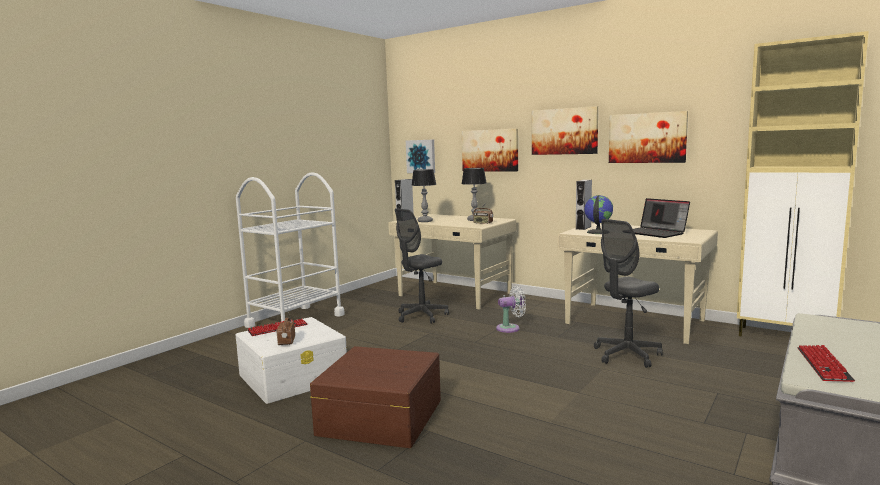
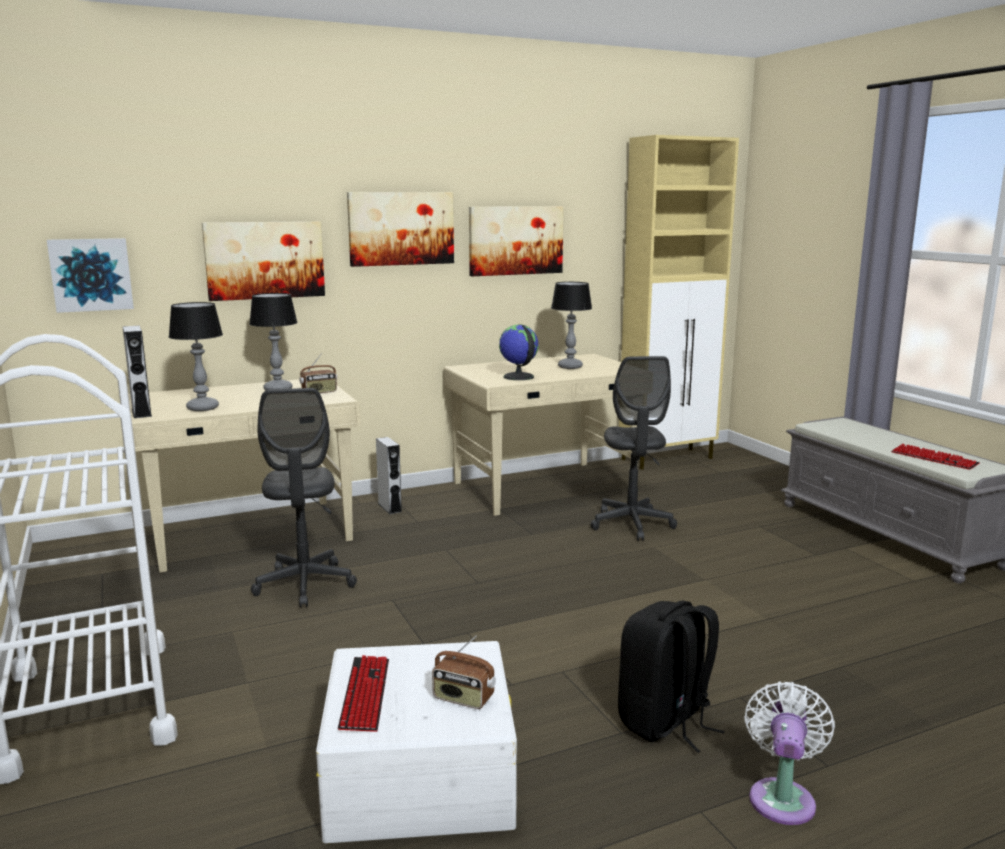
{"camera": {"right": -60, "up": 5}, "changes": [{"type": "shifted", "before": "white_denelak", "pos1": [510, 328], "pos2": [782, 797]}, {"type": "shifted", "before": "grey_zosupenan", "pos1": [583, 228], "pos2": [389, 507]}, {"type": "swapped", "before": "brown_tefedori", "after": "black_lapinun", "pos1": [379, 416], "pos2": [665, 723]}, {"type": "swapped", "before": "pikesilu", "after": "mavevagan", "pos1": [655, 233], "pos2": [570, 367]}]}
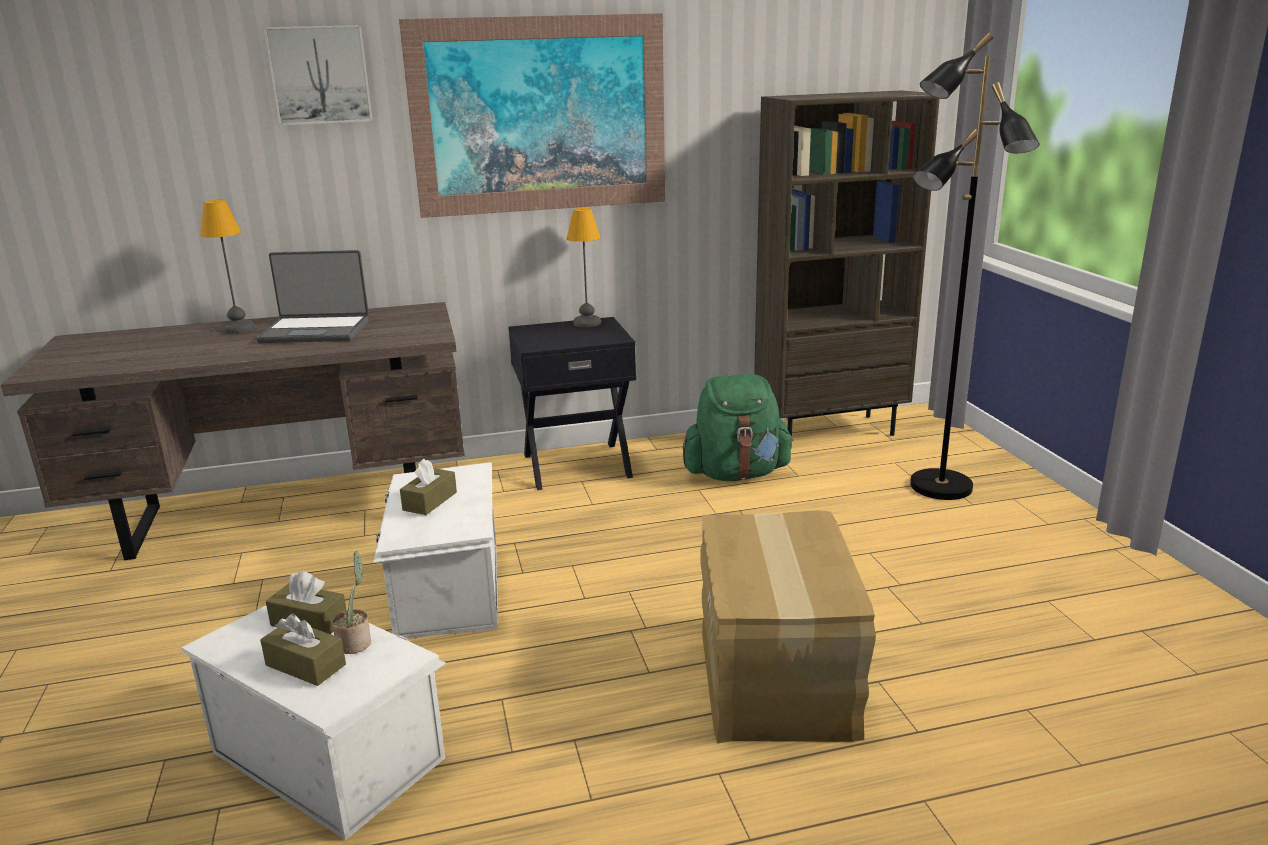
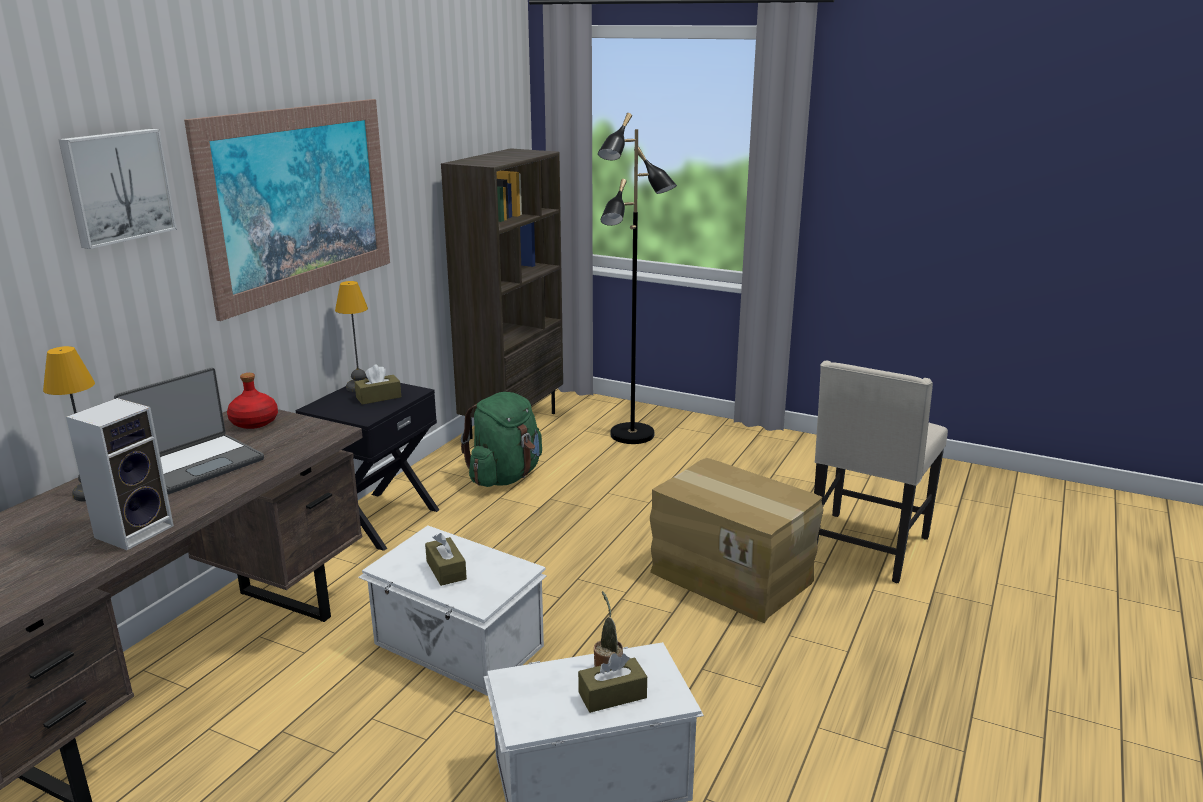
{"camera": {"right": -50, "up": 0}, "changes": [{"type": "new", "after": "zosupenan", "pos2": [135, 530]}, {"type": "new", "after": "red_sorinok", "pos2": [255, 422]}, {"type": "new", "after": "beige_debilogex", "pos2": [866, 549]}, {"type": "shifted", "before": "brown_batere", "pos1": [309, 622], "pos2": [378, 397]}]}
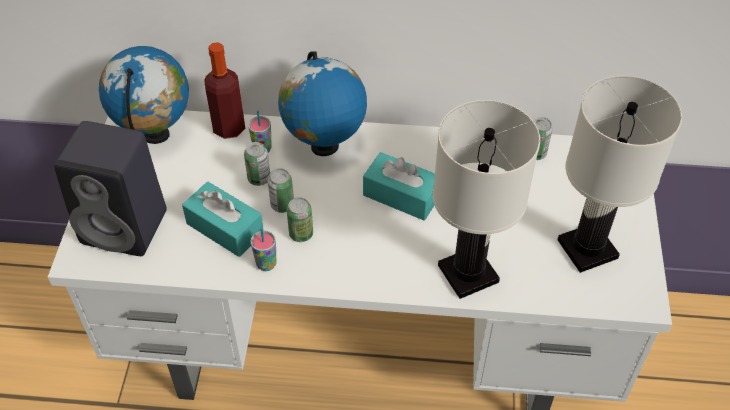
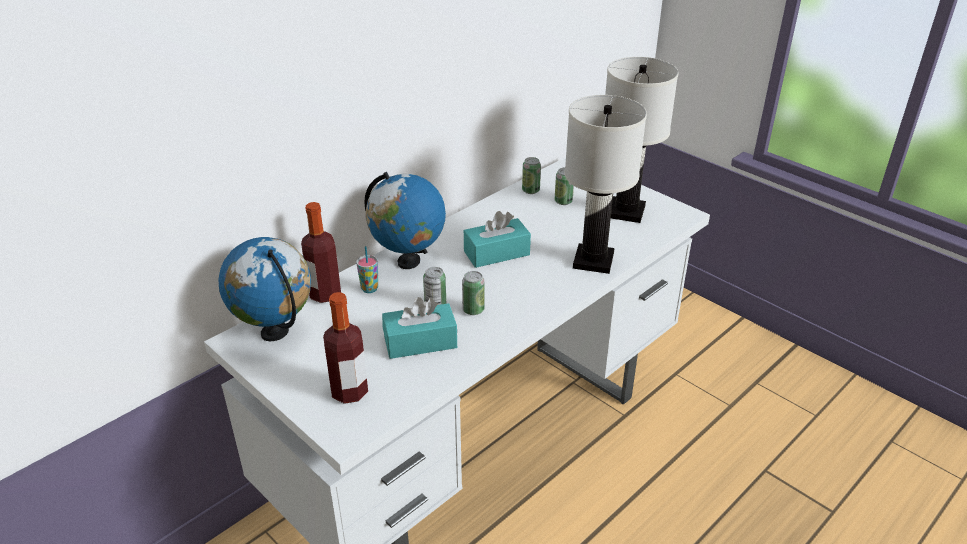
{"camera": {"right": -50, "up": -15}, "changes": [{"type": "gone", "before": "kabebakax", "pos1": [266, 264]}, {"type": "shifted", "before": "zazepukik", "pos1": [259, 178], "pos2": [563, 201]}, {"type": "swapped", "before": "black_zosupenan", "after": "sorinok", "pos1": [127, 227], "pos2": [349, 392]}]}
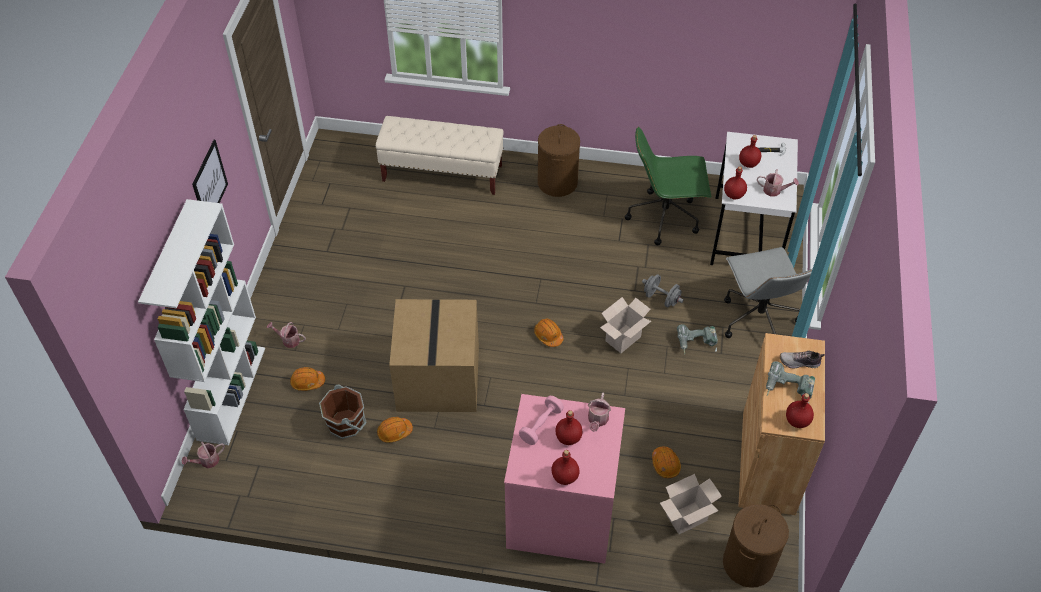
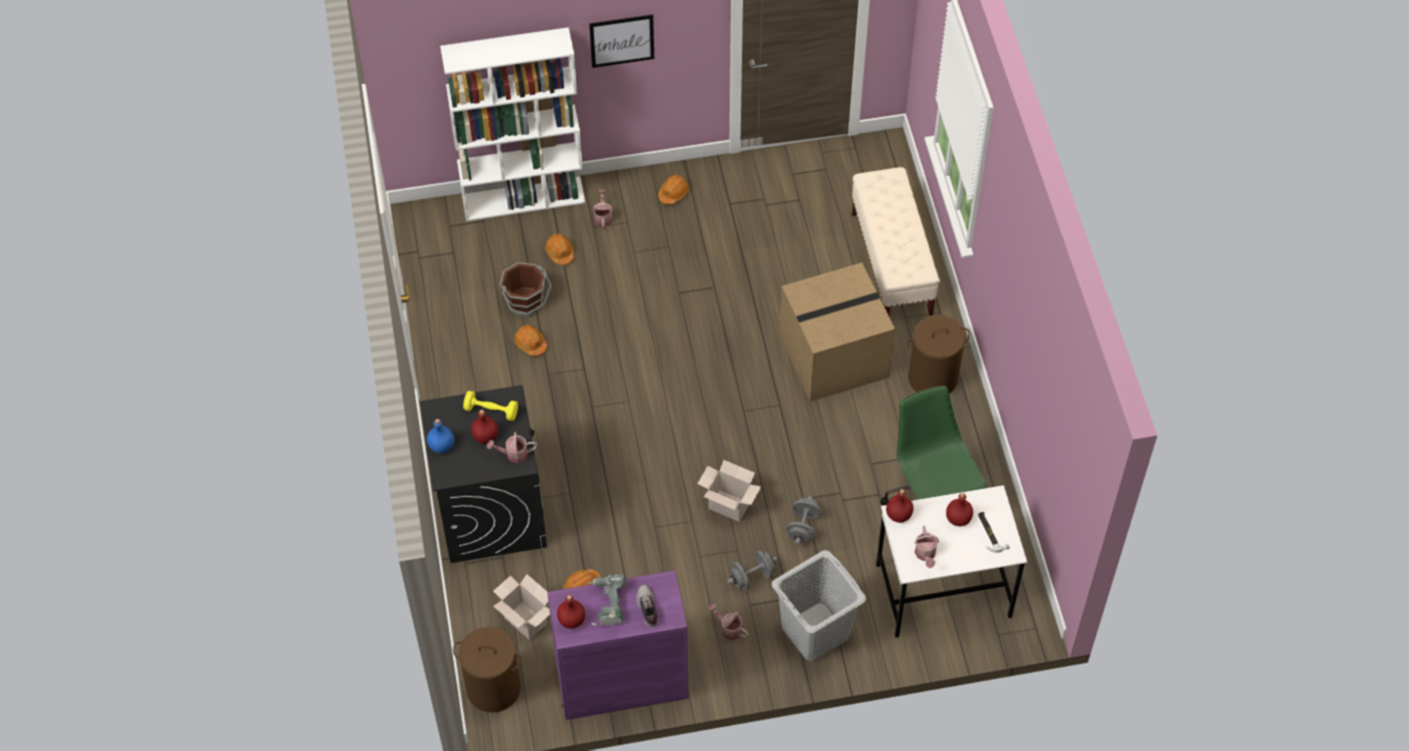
{"camera": {"right": 70, "up": 5}, "changes": [{"type": "shifted", "before": "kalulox", "pos1": [206, 461], "pos2": [728, 628]}, {"type": "shifted", "before": "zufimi", "pos1": [437, 377], "pos2": [835, 354]}, {"type": "shifted", "before": "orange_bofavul", "pos1": [548, 335], "pos2": [673, 193]}, {"type": "swapped", "before": "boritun", "after": "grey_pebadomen", "pos1": [696, 344], "pos2": [752, 577]}, {"type": "swapped", "before": "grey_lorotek", "after": "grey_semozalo", "pos1": [758, 319], "pos2": [814, 631]}, {"type": "repainted", "before": "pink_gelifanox", "after": "black_gelifanox", "pos1": [561, 514], "pos2": [491, 510]}, {"type": "repainted", "before": "pink_pebadomen", "after": "yellow_pebadomen", "pos1": [541, 425], "pos2": [491, 411]}, {"type": "repainted", "before": "red_sorinok", "after": "blue_sorinok", "pos1": [565, 476], "pos2": [442, 445]}, {"type": "repainted", "before": "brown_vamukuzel", "after": "purple_vamukuzel", "pos1": [768, 462], "pos2": [622, 681]}]}
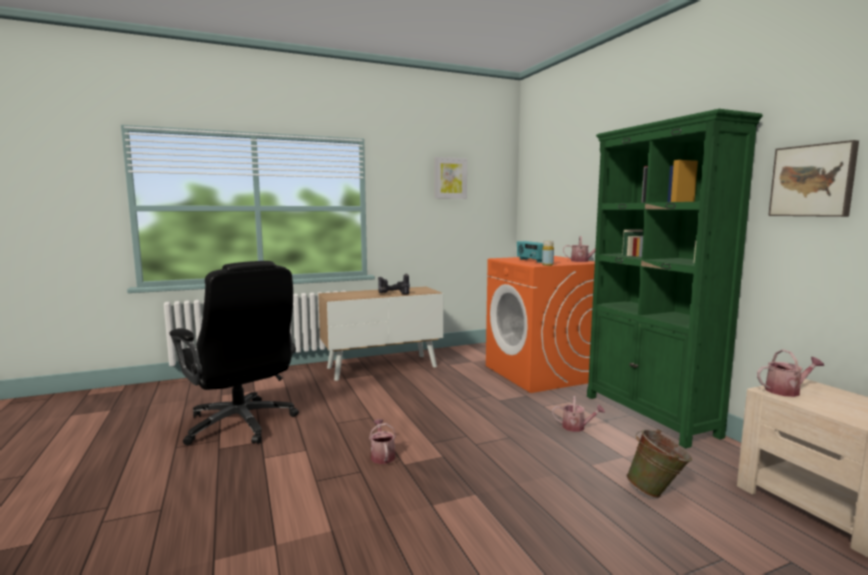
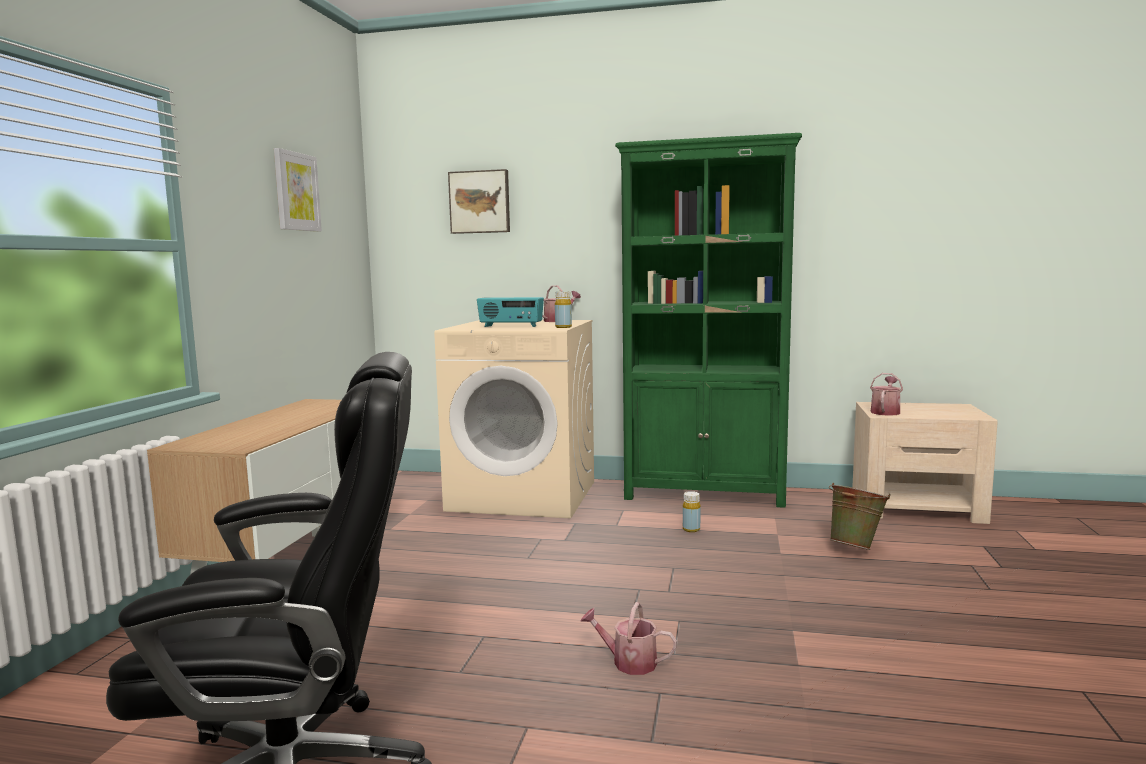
{"camera": {"right": -55, "up": 0}, "changes": [{"type": "gone", "before": "boritun", "pos1": [392, 294]}, {"type": "shifted", "before": "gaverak", "pos1": [813, 181], "pos2": [480, 202]}, {"type": "swapped", "before": "kalulox", "after": "yellow_sorinok", "pos1": [576, 427], "pos2": [691, 529]}, {"type": "repainted", "before": "orange_gelifanox", "after": "beige_gelifanox", "pos1": [540, 373], "pos2": [524, 495]}]}
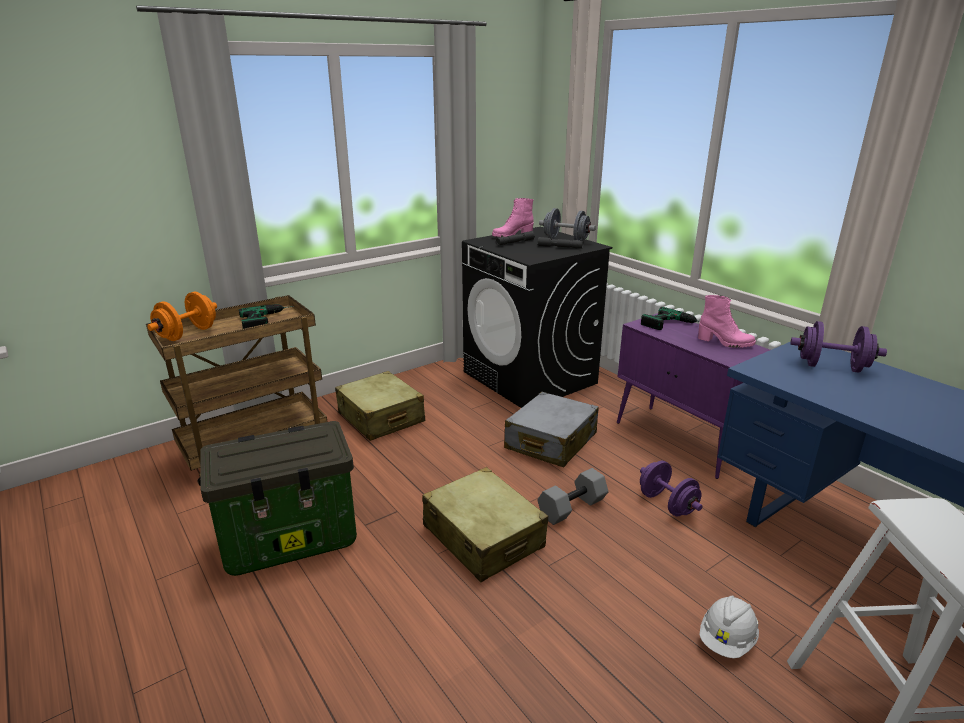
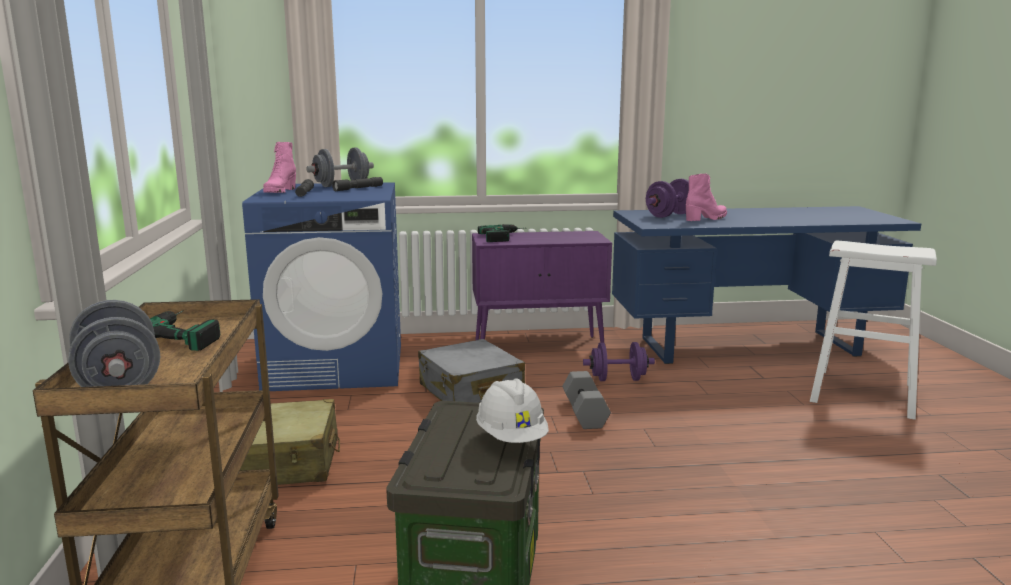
{"camera": {"right": -60, "up": -10}, "changes": [{"type": "gone", "before": "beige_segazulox", "pos1": [483, 537]}, {"type": "shifted", "before": "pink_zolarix", "pos1": [725, 343], "pos2": [706, 219]}, {"type": "shifted", "before": "white_bofavul", "pos1": [727, 640], "pos2": [512, 438]}, {"type": "repainted", "before": "orange_pebadomen", "after": "grey_pebadomen", "pos1": [187, 334], "pos2": [119, 383]}, {"type": "repainted", "before": "black_gelifanox", "after": "blue_gelifanox", "pos1": [530, 378], "pos2": [337, 366]}]}
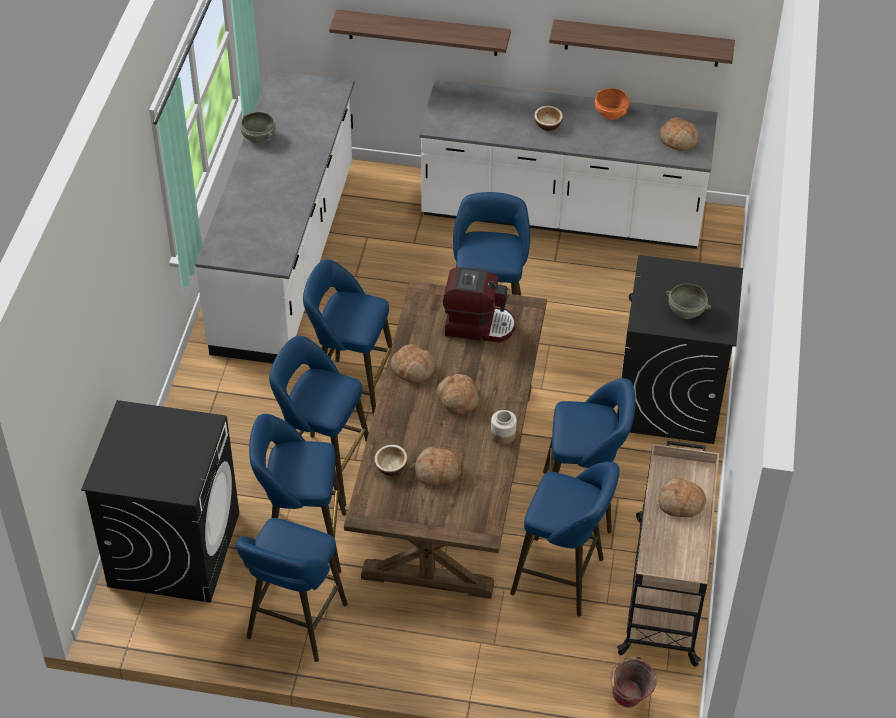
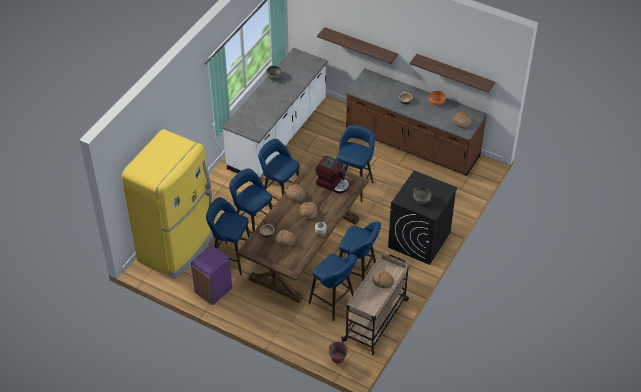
{"camera": {"right": 20, "up": 0}, "changes": [{"type": "swapped", "before": "black_gelifanox", "after": "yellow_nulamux", "pos1": [174, 548], "pos2": [177, 246]}, {"type": "swapped", "before": "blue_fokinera", "after": "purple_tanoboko", "pos1": [294, 625], "pos2": [213, 291]}, {"type": "repainted", "before": "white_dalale", "after": "brown_dalale", "pos1": [562, 214], "pos2": [412, 144]}]}
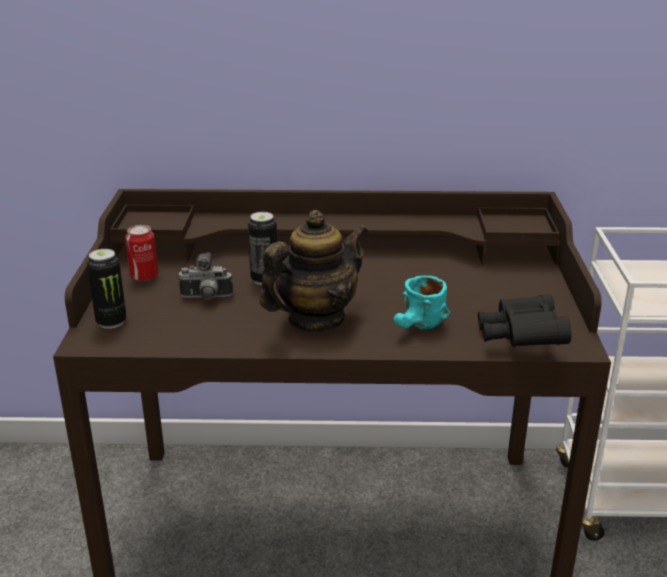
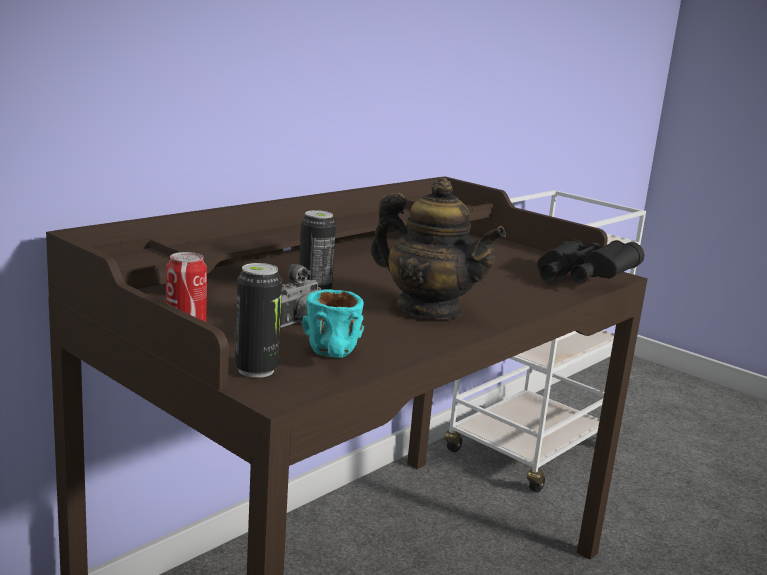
{"camera": {"right": -50, "up": -10}, "changes": [{"type": "shifted", "before": "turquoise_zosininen", "pos1": [419, 327], "pos2": [336, 357]}, {"type": "rotated", "before": "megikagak", "pos1": [315, 319], "pos2": [429, 310], "turn": 120}]}
